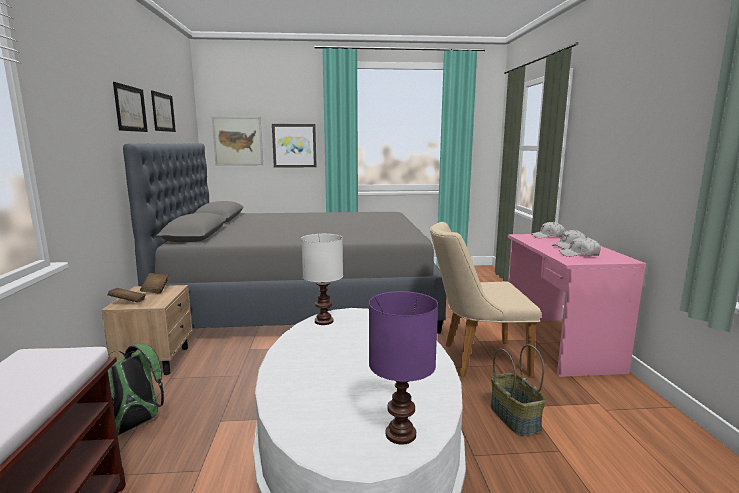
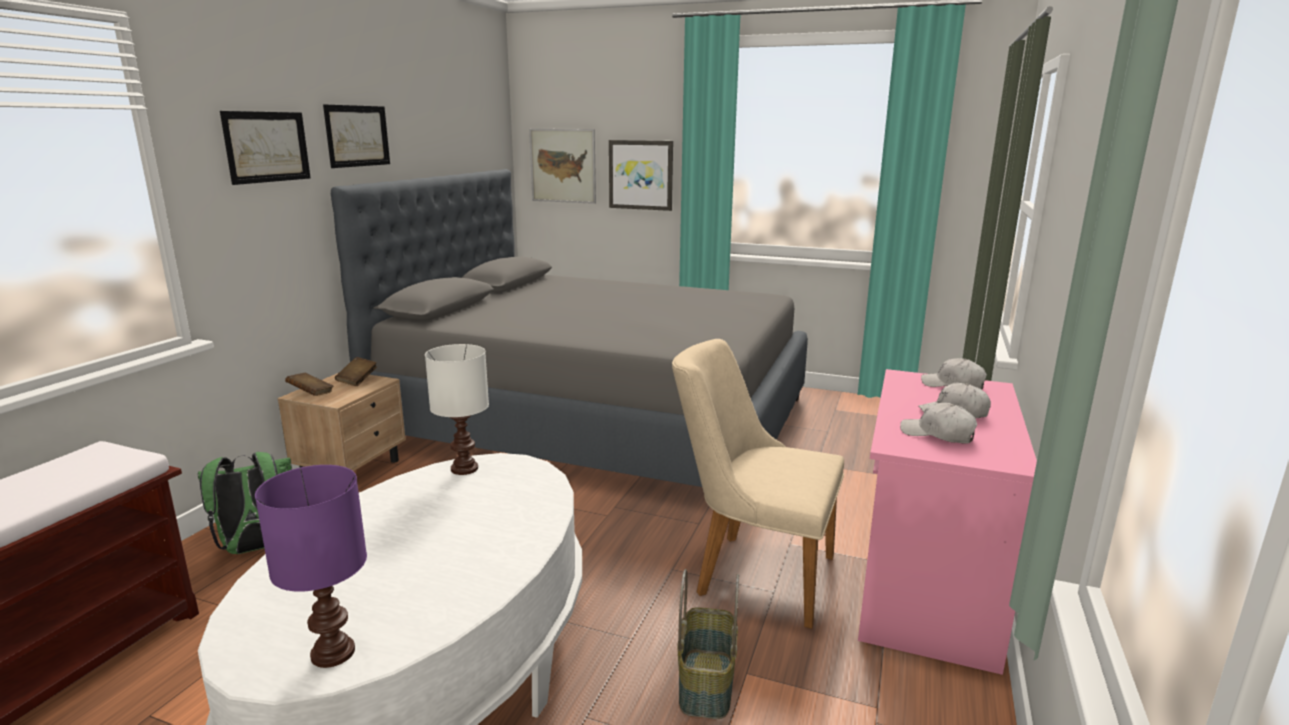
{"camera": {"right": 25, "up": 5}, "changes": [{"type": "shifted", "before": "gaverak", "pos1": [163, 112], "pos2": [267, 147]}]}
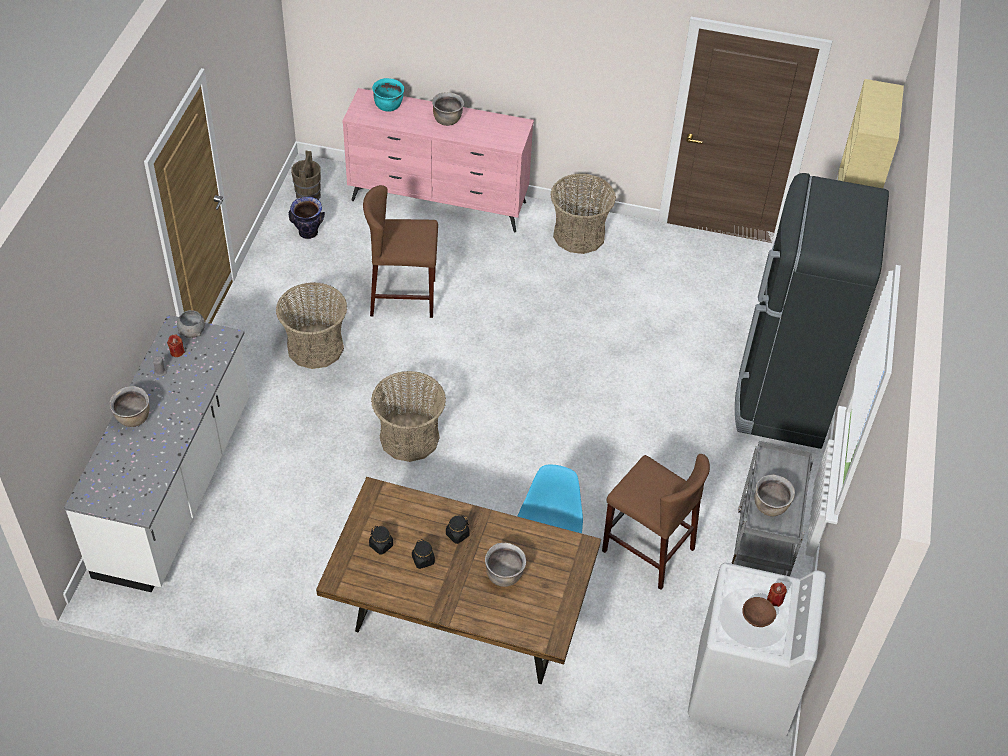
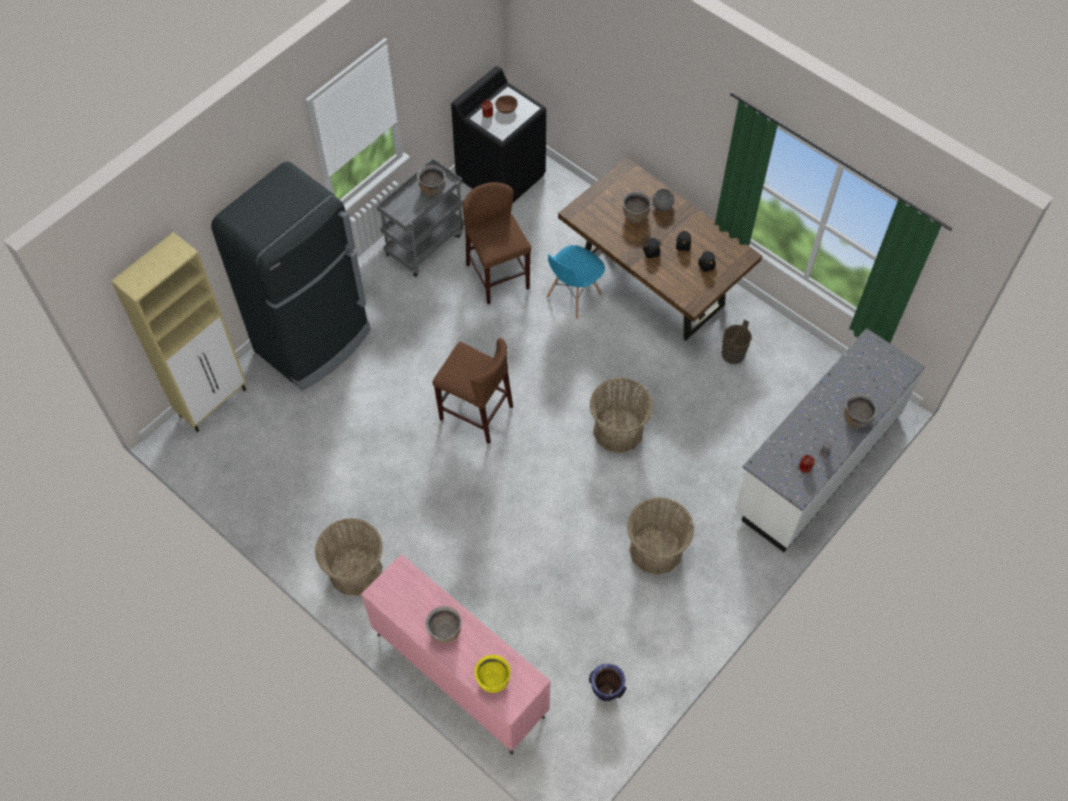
{"camera": {"right": -150, "up": 10}, "changes": [{"type": "shifted", "before": "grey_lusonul", "pos1": [192, 332], "pos2": [663, 205]}, {"type": "shifted", "before": "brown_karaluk", "pos1": [308, 195], "pos2": [733, 354]}, {"type": "shifted", "before": "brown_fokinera", "pos1": [403, 297], "pos2": [476, 412]}, {"type": "repainted", "before": "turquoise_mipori", "after": "yellow_mipori", "pos1": [388, 106], "pos2": [493, 680]}, {"type": "repainted", "before": "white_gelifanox", "after": "black_gelifanox", "pos1": [741, 689], "pos2": [501, 176]}]}
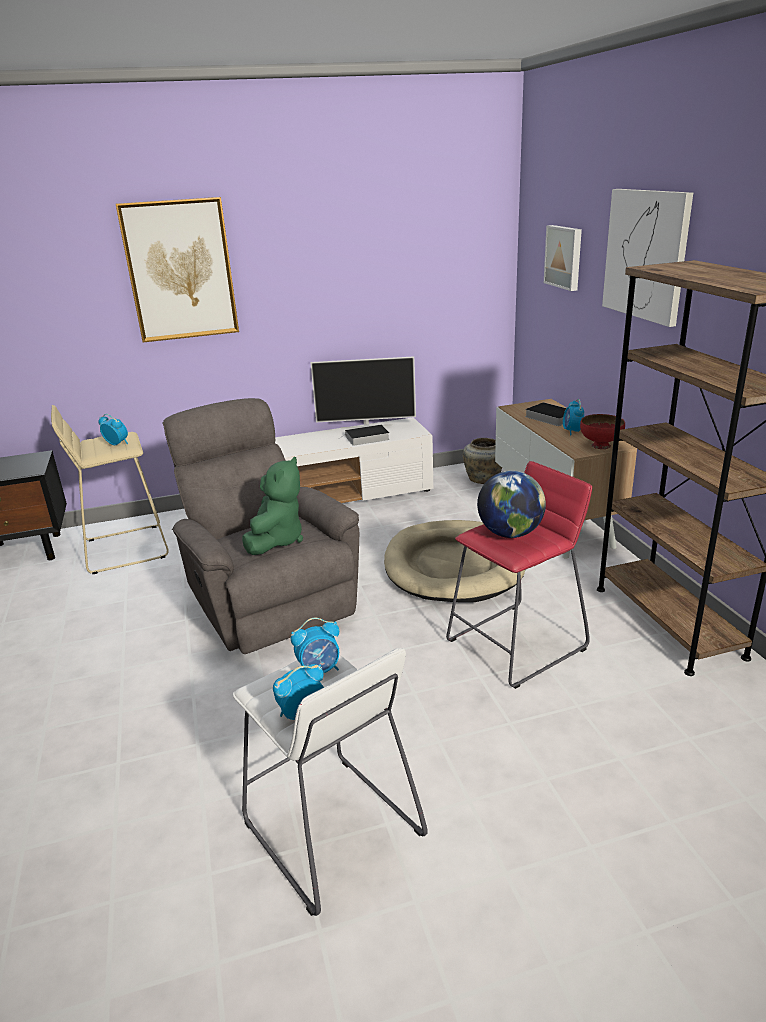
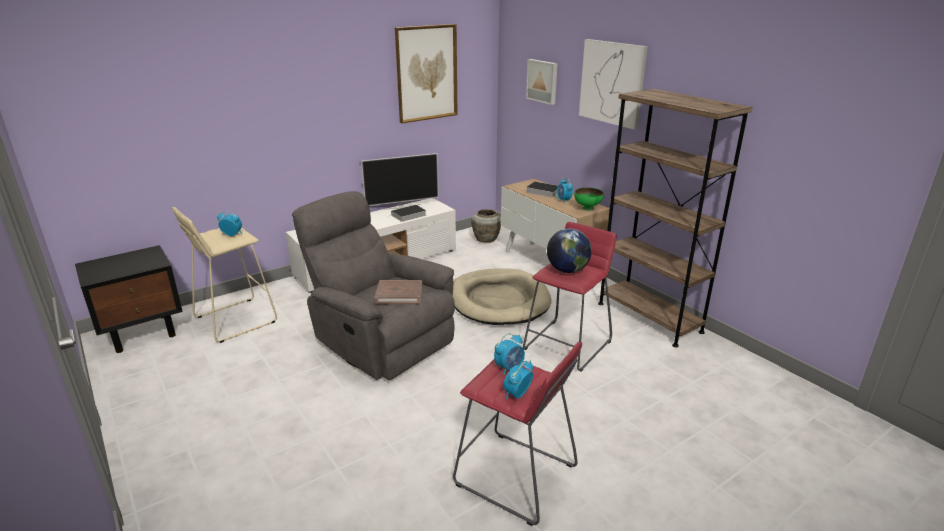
{"camera": {"right": -20, "up": 0}, "changes": [{"type": "shifted", "before": "gaverak", "pos1": [180, 270], "pos2": [426, 73]}, {"type": "swapped", "before": "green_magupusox", "after": "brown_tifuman", "pos1": [276, 540], "pos2": [399, 294]}, {"type": "repainted", "before": "white_fokinera", "after": "red_fokinera", "pos1": [332, 830], "pos2": [515, 476]}, {"type": "repainted", "before": "red_lusonul", "after": "green_lusonul", "pos1": [600, 445], "pos2": [587, 208]}]}
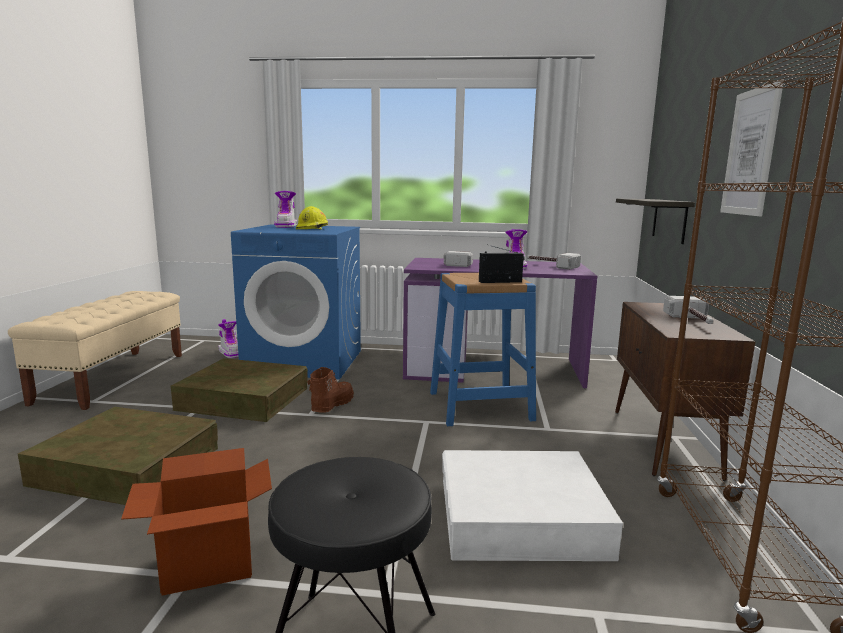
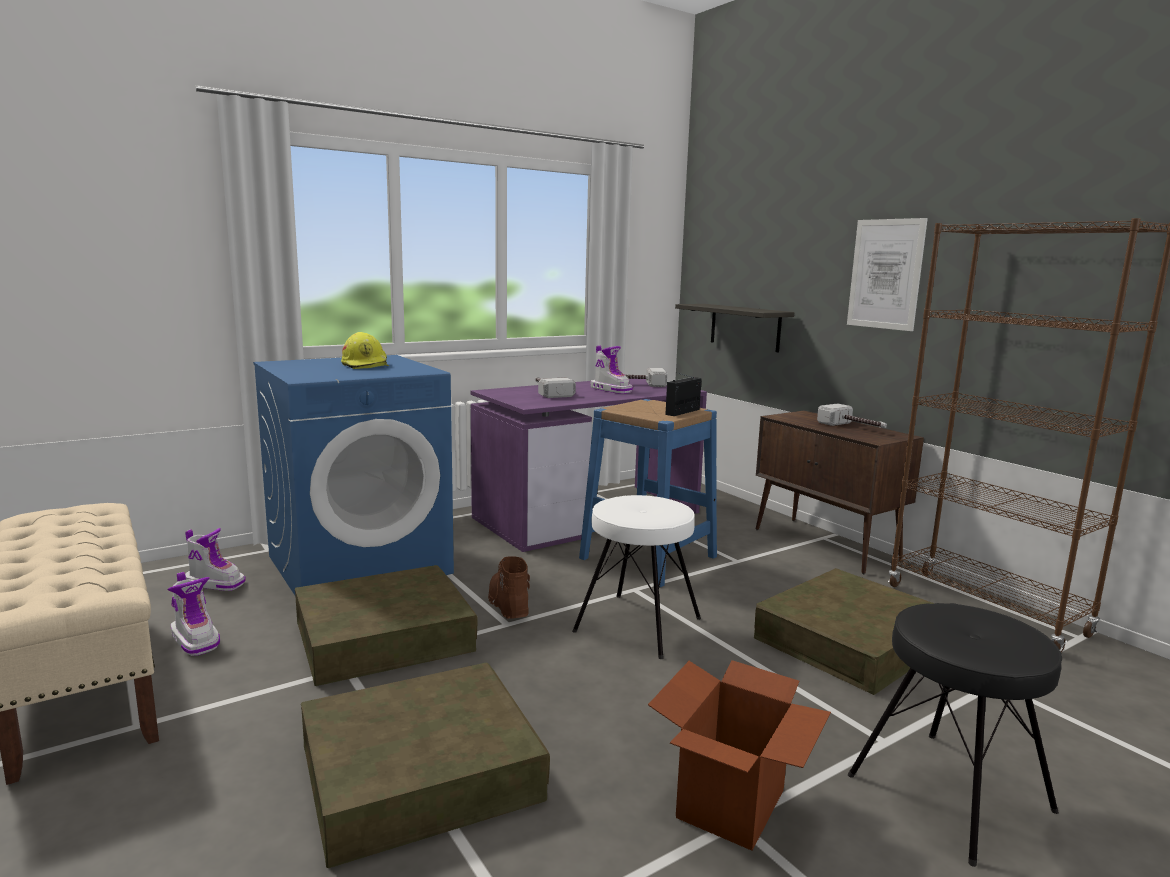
{"camera": {"right": -40, "up": 0}, "changes": [{"type": "new", "after": "white_fokinera", "pos2": [639, 624]}, {"type": "shifted", "before": "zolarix", "pos1": [286, 226], "pos2": [196, 639]}, {"type": "repainted", "before": "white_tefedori", "after": "brown_tefedori", "pos1": [521, 516], "pos2": [850, 641]}]}
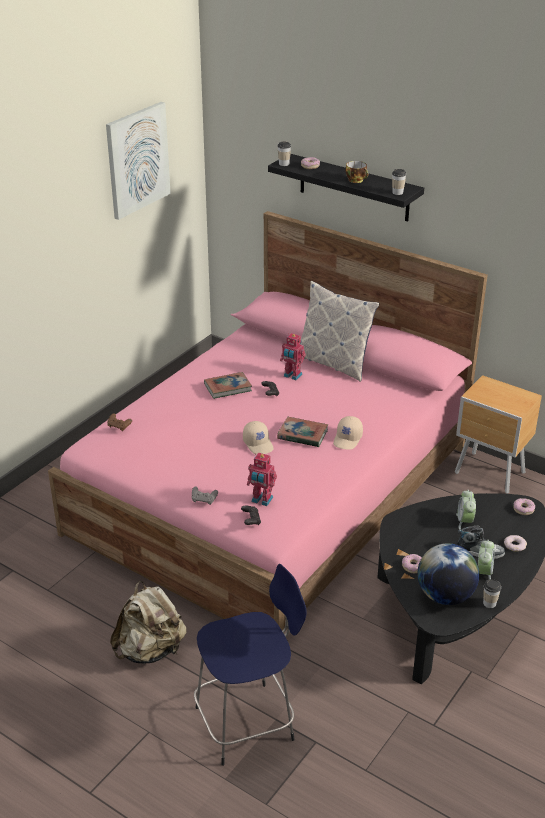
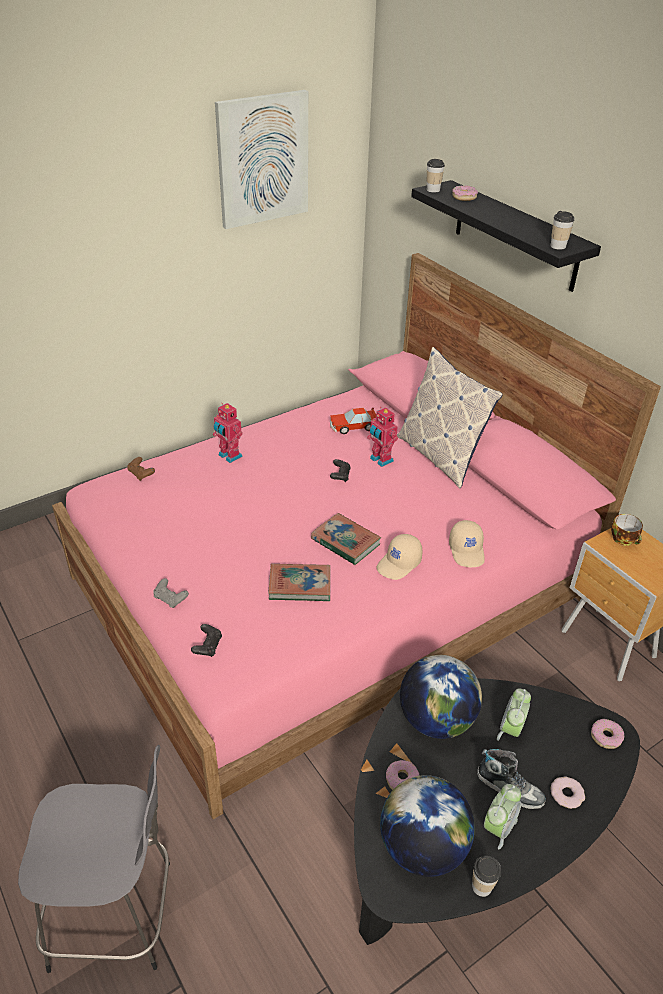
{"camera": {"right": 20, "up": 5}, "changes": [{"type": "gone", "before": "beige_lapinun", "pos1": [150, 650]}, {"type": "new", "after": "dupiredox", "pos2": [353, 427]}, {"type": "new", "after": "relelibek", "pos2": [436, 720]}, {"type": "shifted", "before": "tifuman", "pos1": [228, 388], "pos2": [300, 585]}, {"type": "shifted", "before": "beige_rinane", "pos1": [258, 444], "pos2": [467, 551]}, {"type": "shifted", "before": "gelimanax", "pos1": [261, 500], "pos2": [229, 456]}, {"type": "shifted", "before": "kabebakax", "pos1": [357, 180], "pos2": [624, 540]}, {"type": "repainted", "before": "blue_fokinera", "after": "grey_fokinera", "pos1": [248, 722], "pos2": [117, 915]}]}
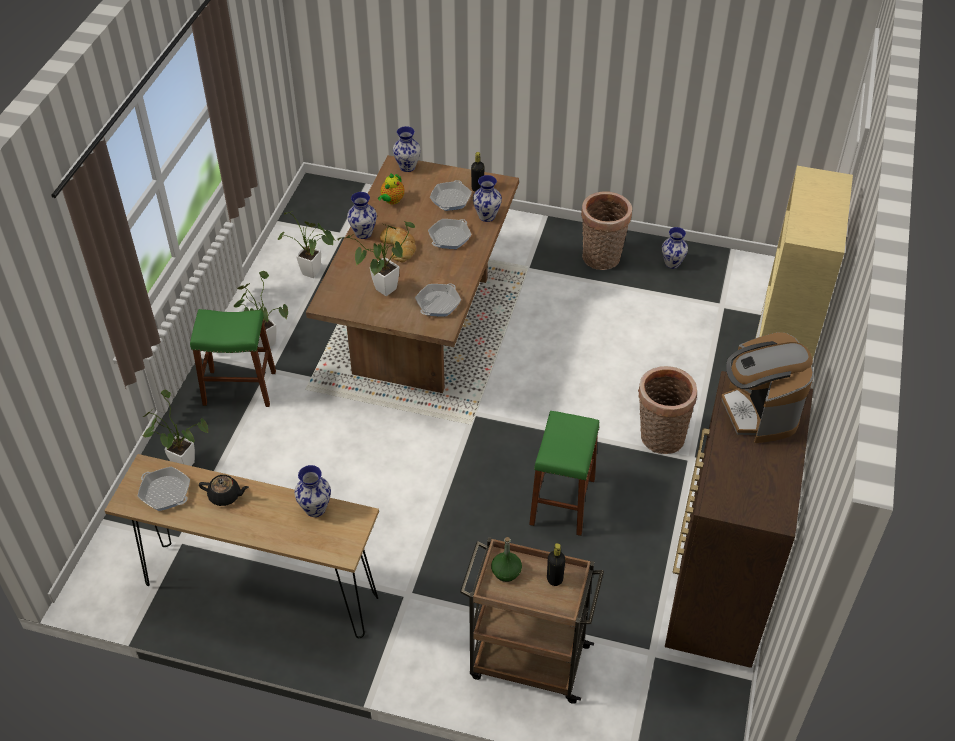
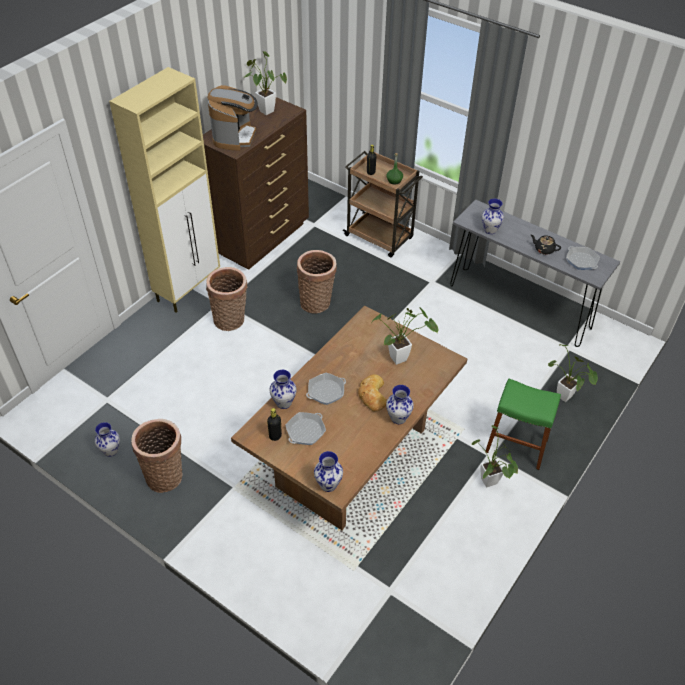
{"camera": {"right": -160, "up": 0}, "changes": [{"type": "gone", "before": "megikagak", "pos1": [391, 201]}, {"type": "gone", "before": "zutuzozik", "pos1": [438, 303]}, {"type": "shifted", "before": "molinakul", "pos1": [314, 274], "pos2": [264, 110]}, {"type": "swapped", "before": "green_fokinera", "after": "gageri", "pos1": [562, 502], "pos2": [317, 302]}, {"type": "repainted", "before": "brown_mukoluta", "after": "grey_mukoluta", "pos1": [261, 591], "pos2": [519, 306]}]}
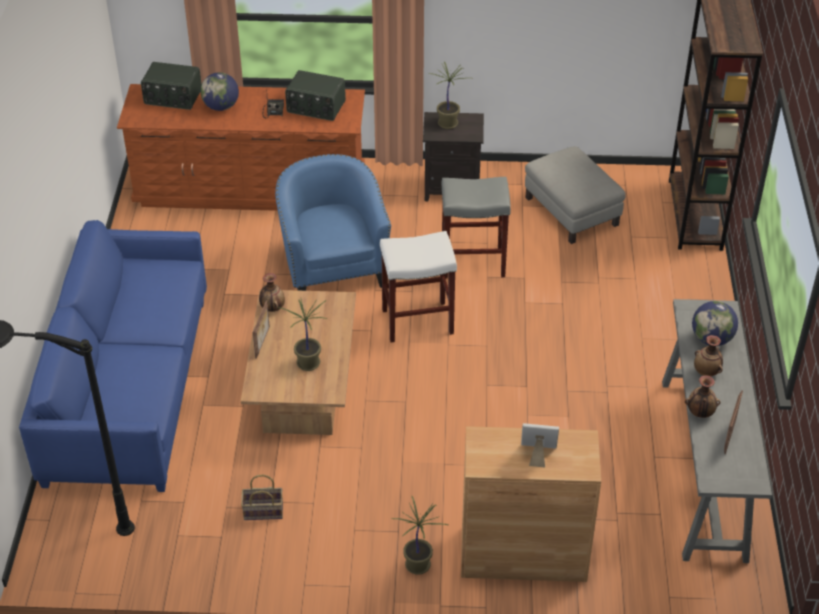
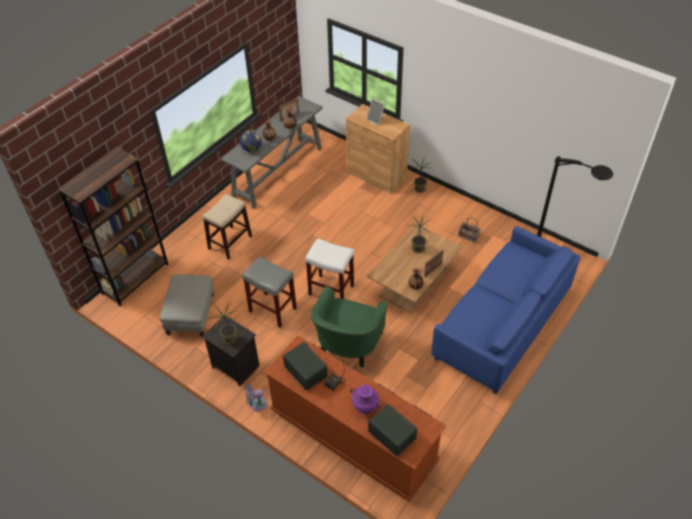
{"camera": {"right": -145, "up": 5}, "changes": [{"type": "new", "after": "fokinera", "pos2": [230, 243]}, {"type": "new", "after": "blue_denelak", "pos2": [256, 404]}, {"type": "swapped", "before": "relelibek", "after": "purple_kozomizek", "pos1": [221, 107], "pos2": [365, 406]}, {"type": "repainted", "before": "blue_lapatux", "after": "green_lapatux", "pos1": [333, 267], "pos2": [347, 346]}]}
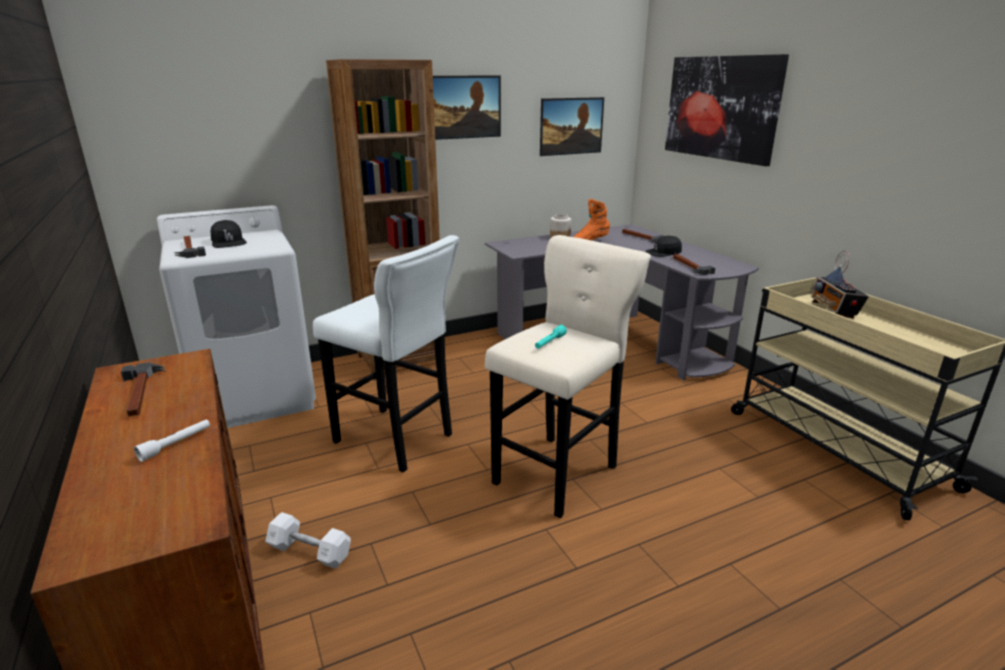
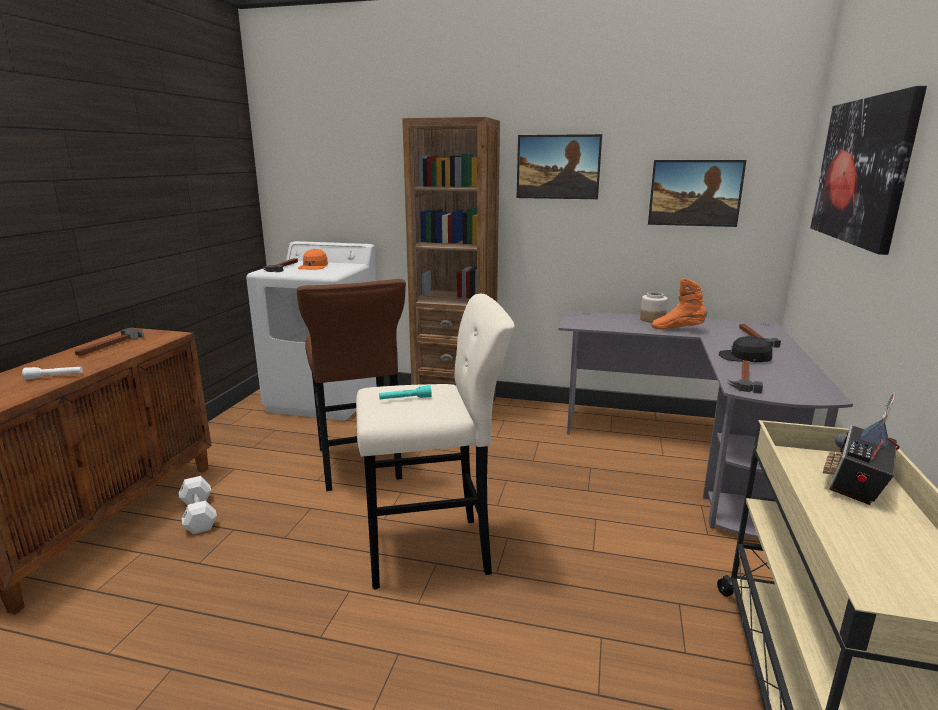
{"camera": {"right": 40, "up": -5}, "changes": [{"type": "repainted", "before": "black_rinane", "after": "orange_rinane", "pos1": [228, 242], "pos2": [314, 266]}, {"type": "repainted", "before": "white_fokinera", "after": "brown_fokinera", "pos1": [397, 440], "pos2": [359, 466]}]}
